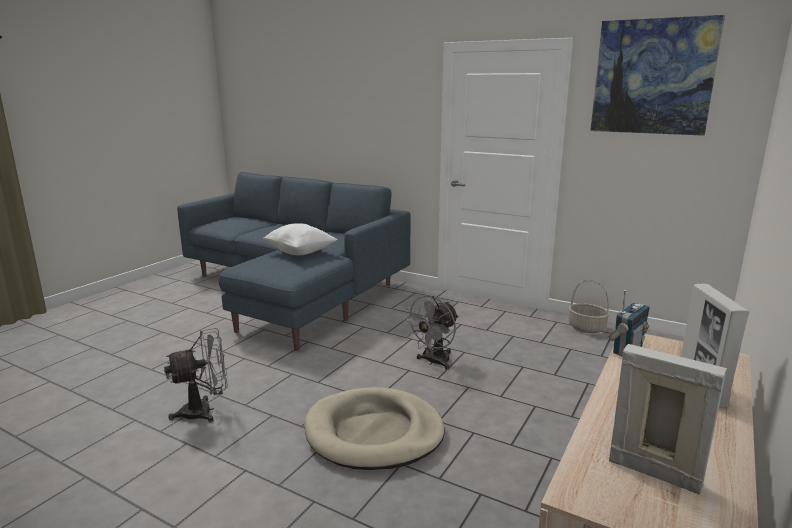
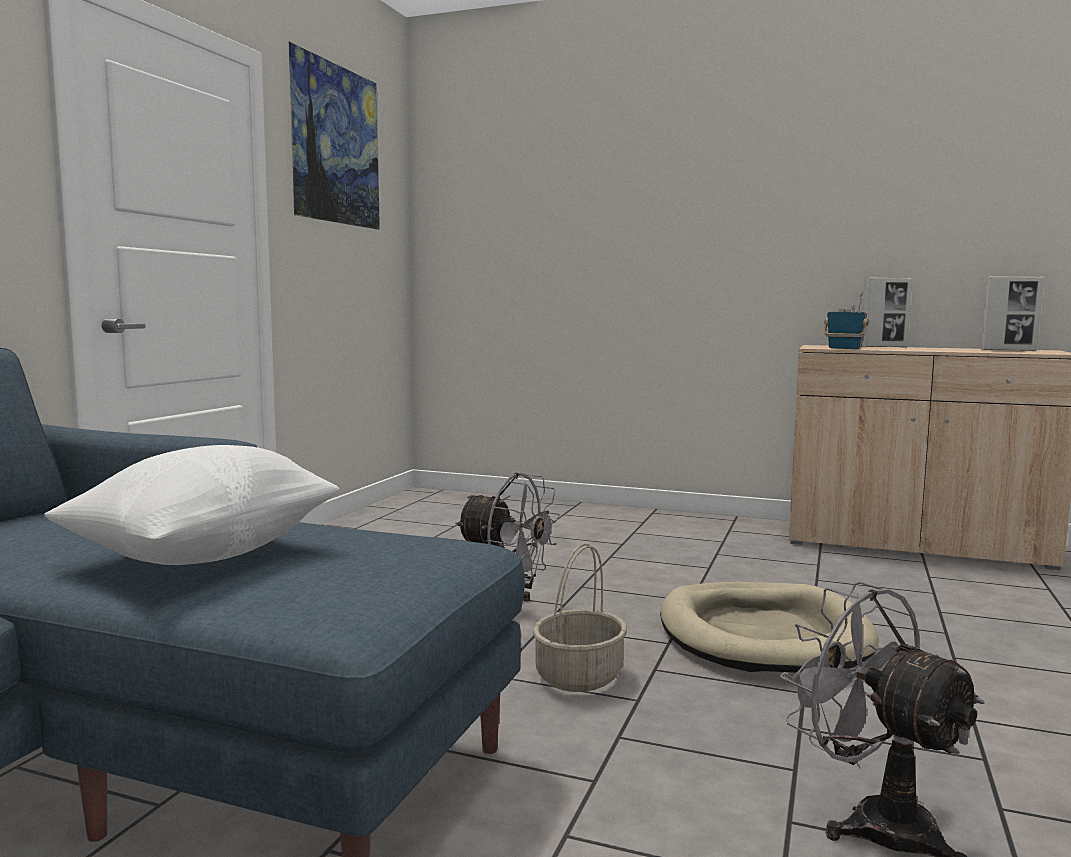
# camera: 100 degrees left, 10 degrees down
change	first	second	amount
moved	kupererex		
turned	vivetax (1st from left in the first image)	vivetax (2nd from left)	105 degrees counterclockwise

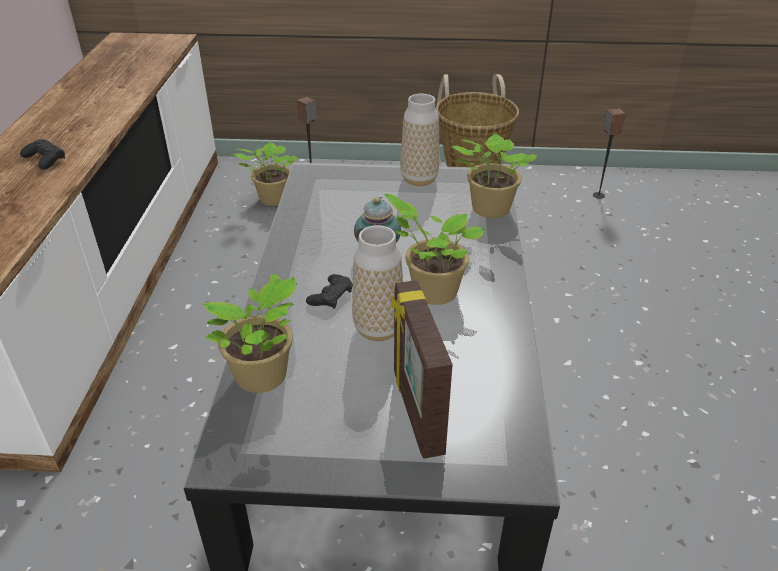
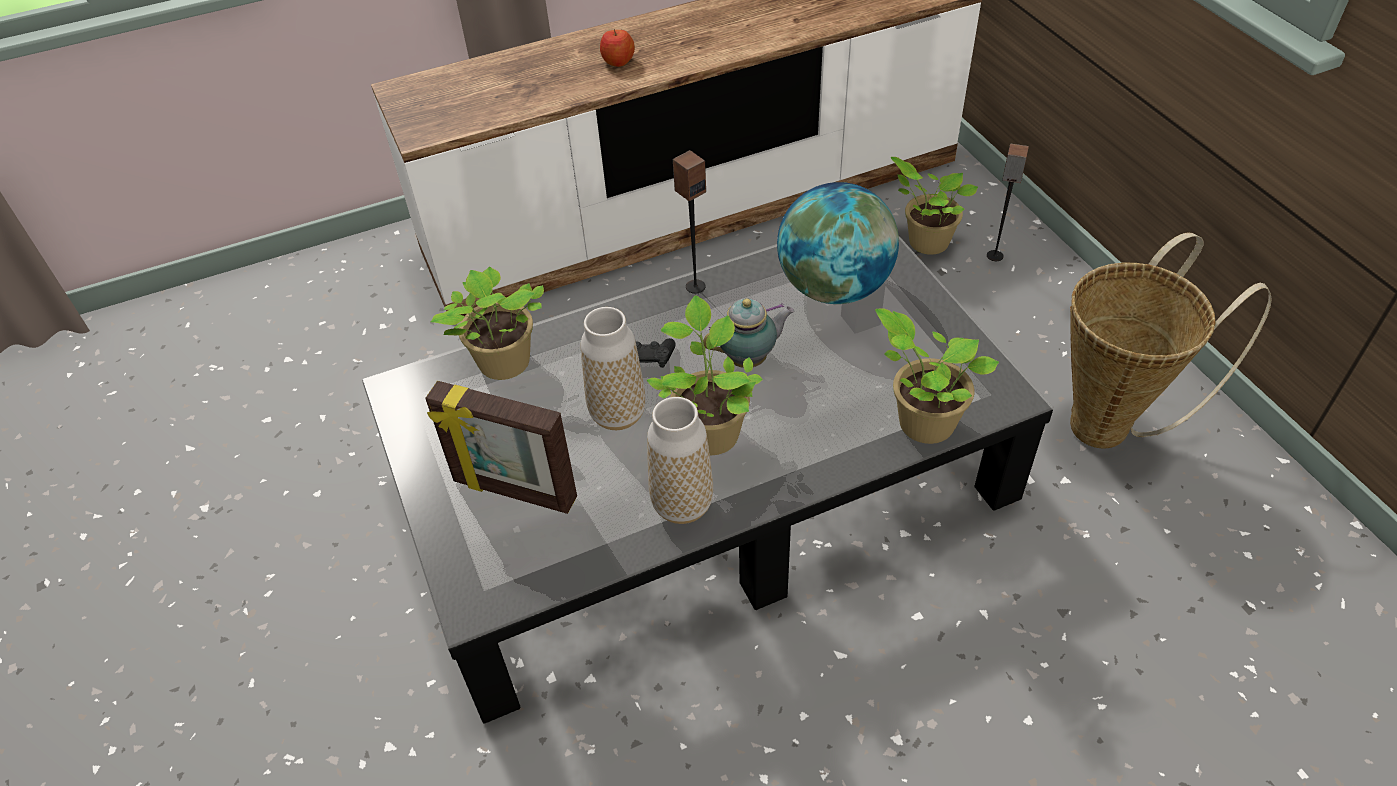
# camera: 65 degrees right, 10 degrees up
change	first	second	amount
replaced	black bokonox (1st from left)	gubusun	
turned	vivetax		120 degrees counterclockwise
moved	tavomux (2nd from left)		
moved	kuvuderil (2nd from left in the first image)	kuvuderil (1st from left)	
added		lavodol	

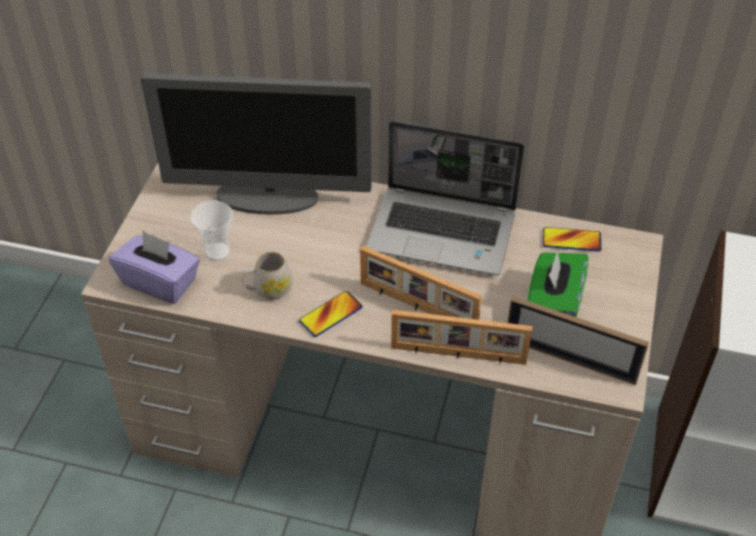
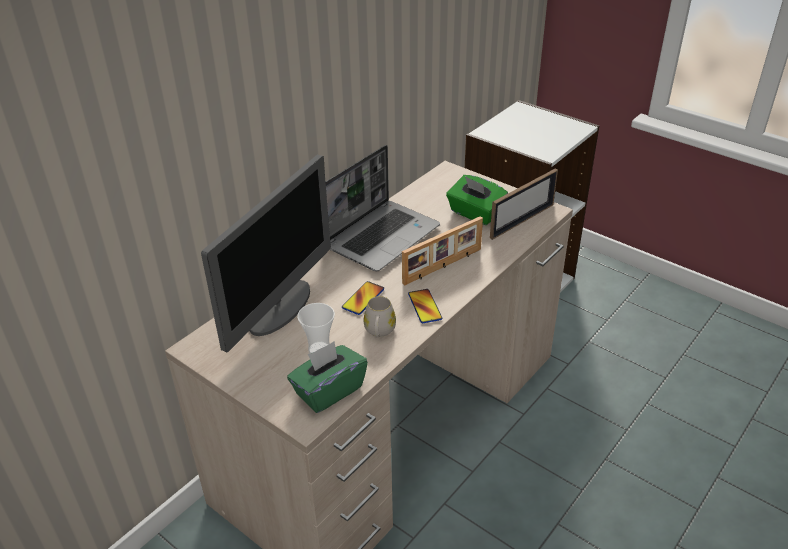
# camera: 65 degrees left, 10 degrees down
change	first	second	amount
recoloured	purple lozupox	green lozupox (1st from left)	
removed	vivetax (2nd from left)		
moved	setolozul (2nd from left in the first image)	setolozul (1st from left)	

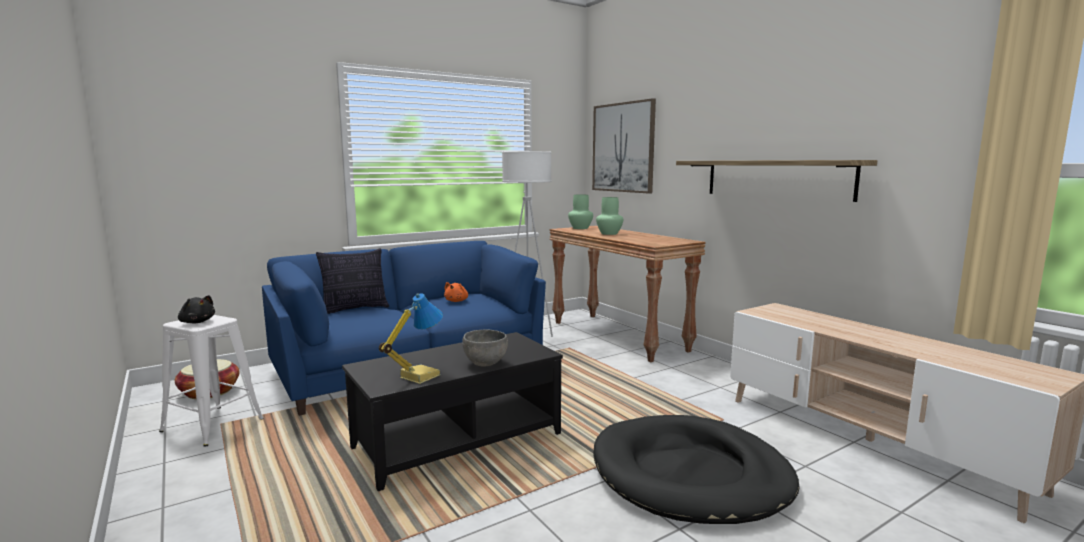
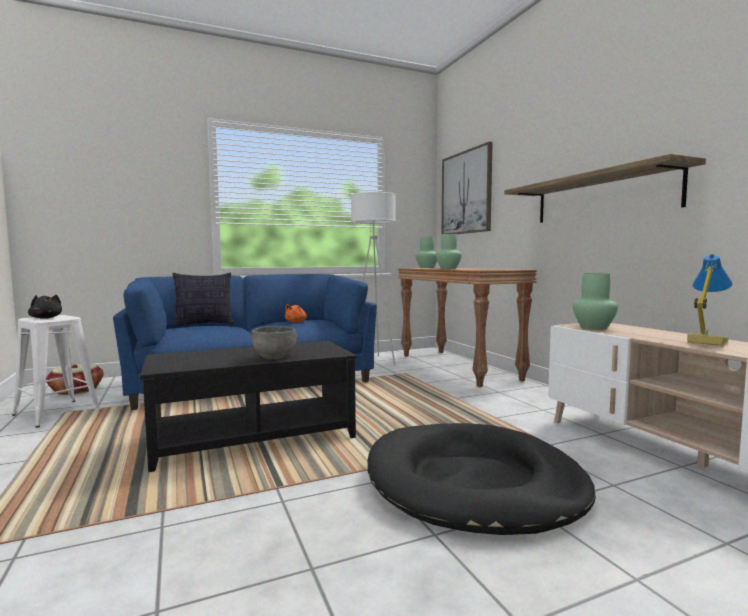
# camera: 10 degrees right, 5 degrees down
change	first	second	amount
moved	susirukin		
added		green tavomux (3rd from left)	

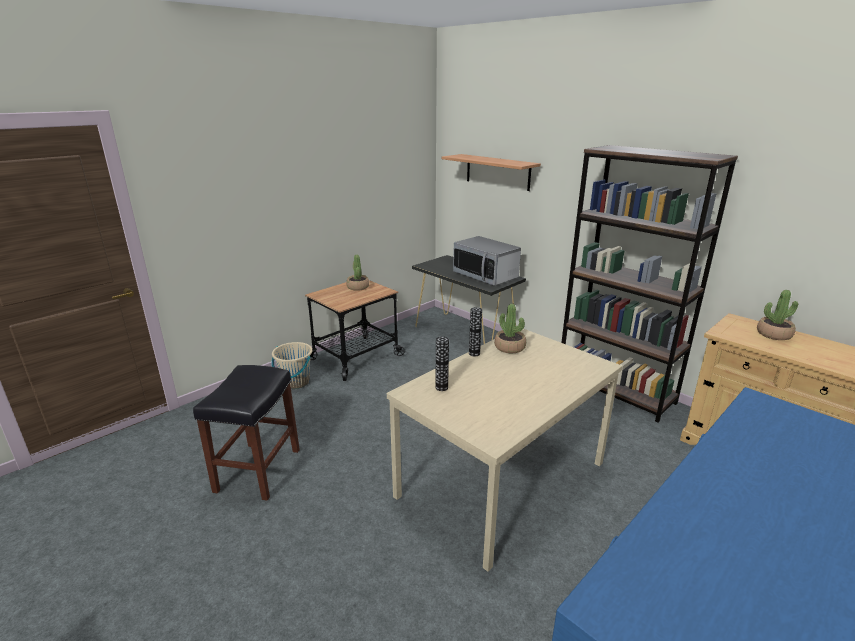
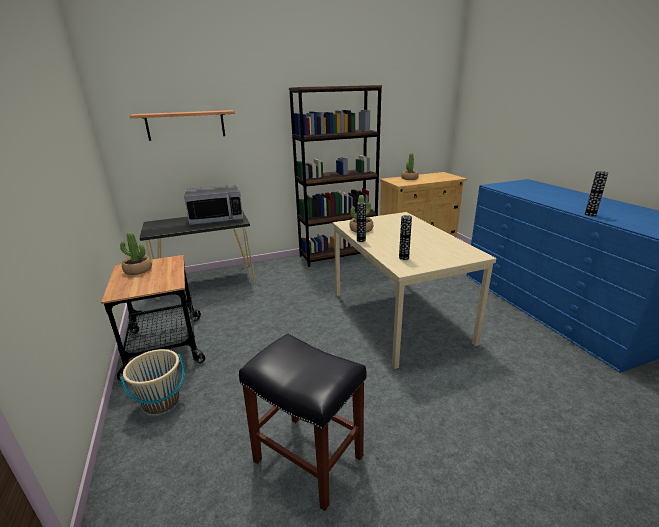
# camera: 65 degrees left, 0 degrees up
change	first	second	amount
added		tavomux (3rd from left)	

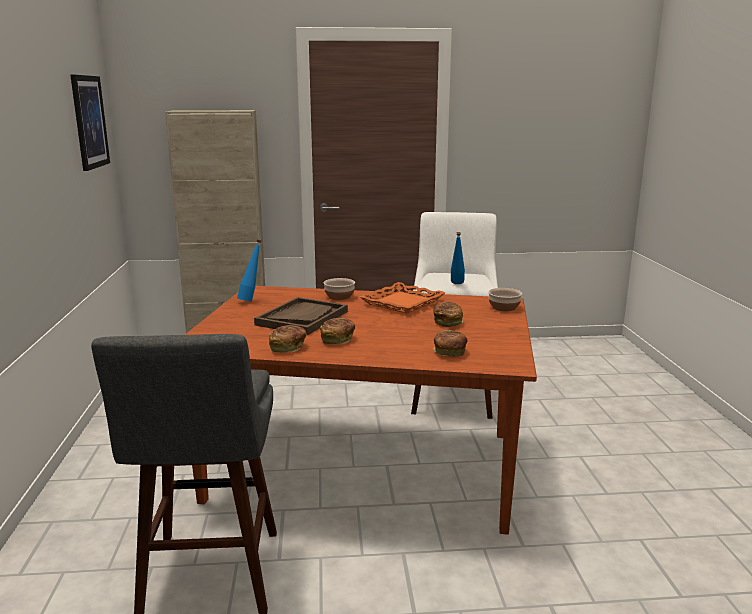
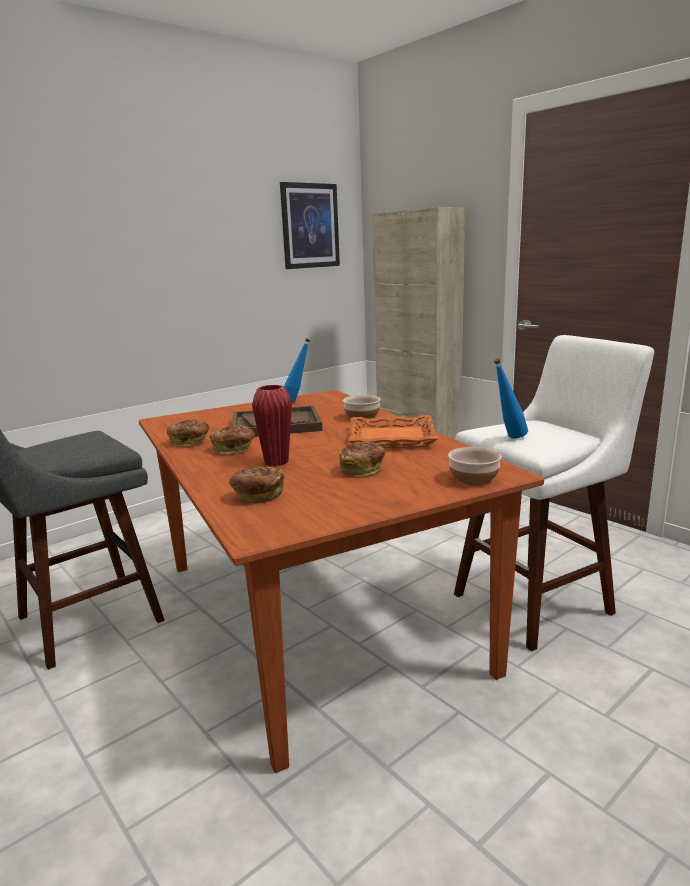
# camera: 55 degrees right, 0 degrees up
change	first	second	amount
added		red tavomux	

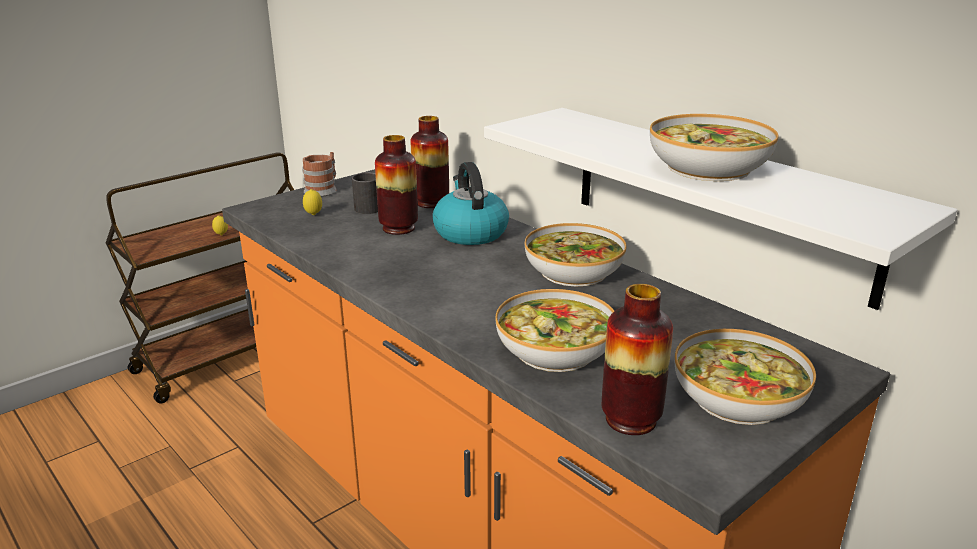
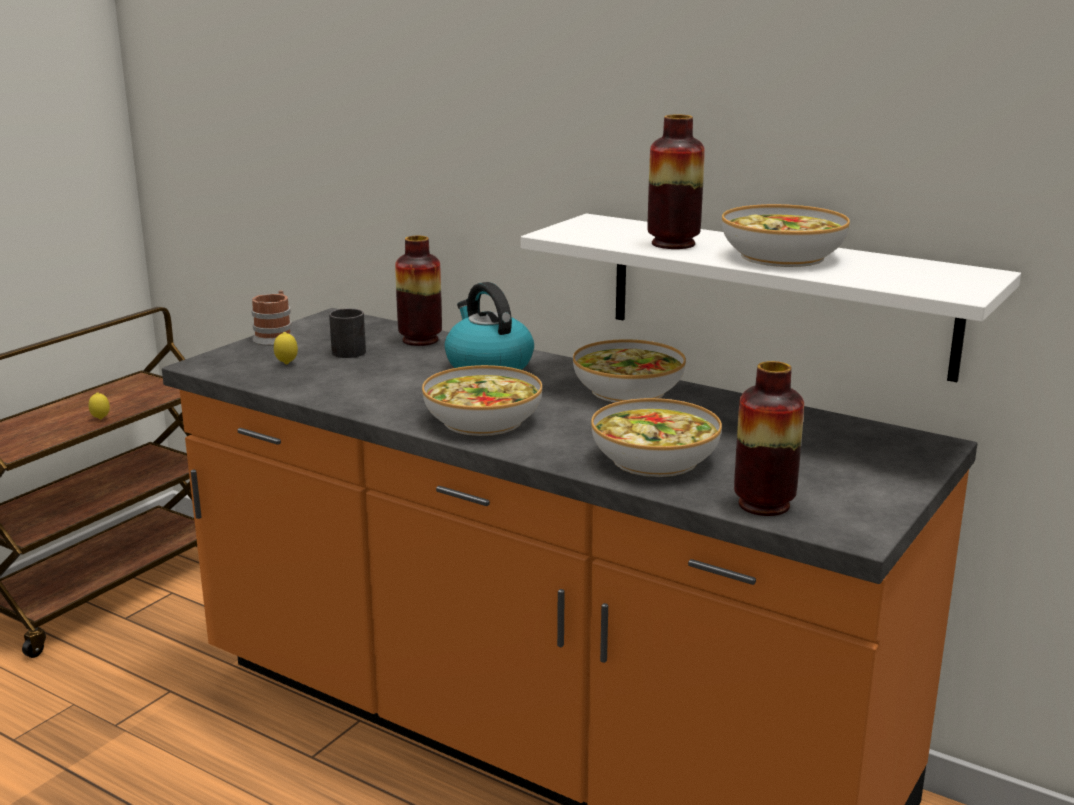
# camera: 15 degrees left, 5 degrees down
change	first	second	amount
moved	tavomux (1st from left in the first image)	tavomux (2nd from left)	
moved	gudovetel (4th from left in the first image)	gudovetel (1st from left)	

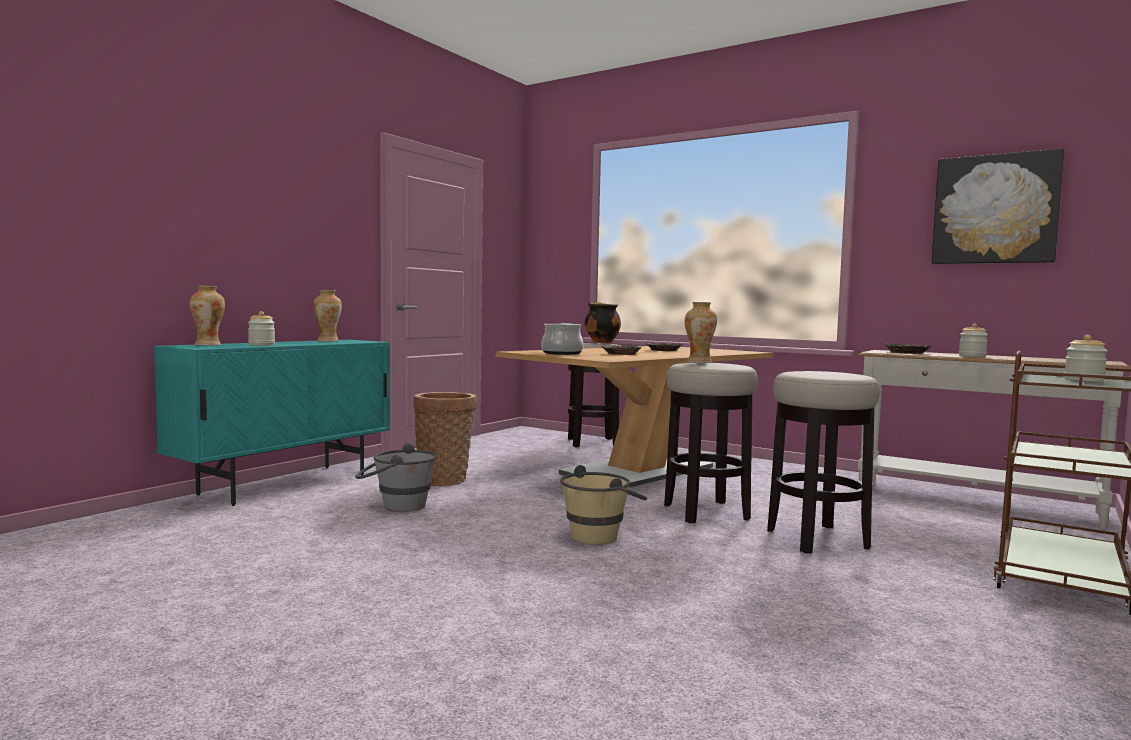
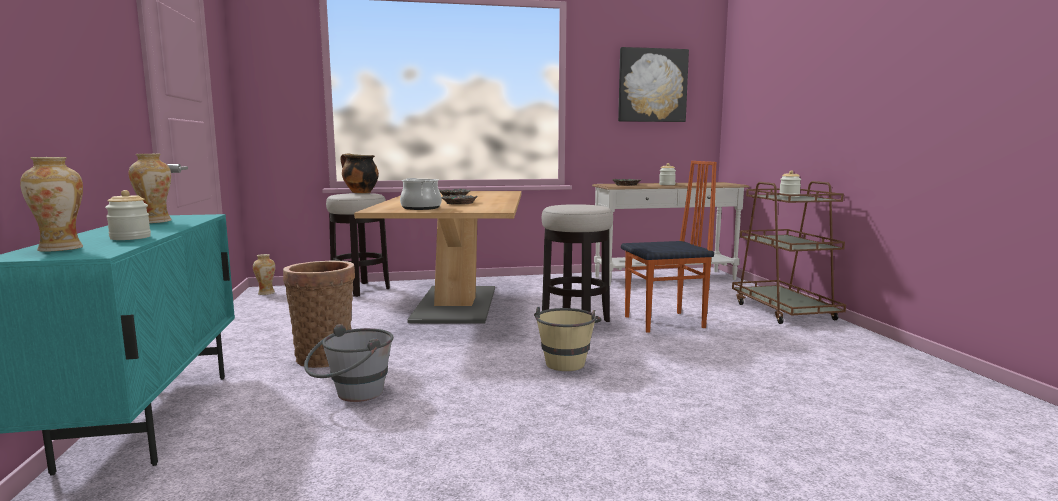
# camera: 45 degrees left, 5 degrees up
change	first	second	amount
moved	tavomux (3rd from left)		
replaced	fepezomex (3rd from left)	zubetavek	

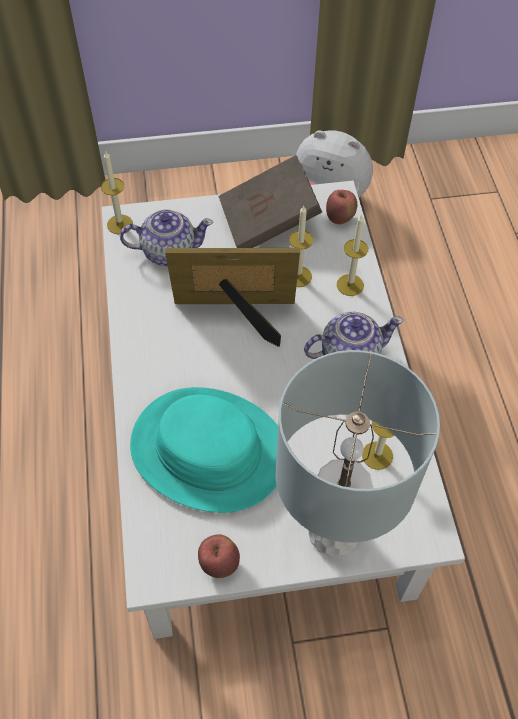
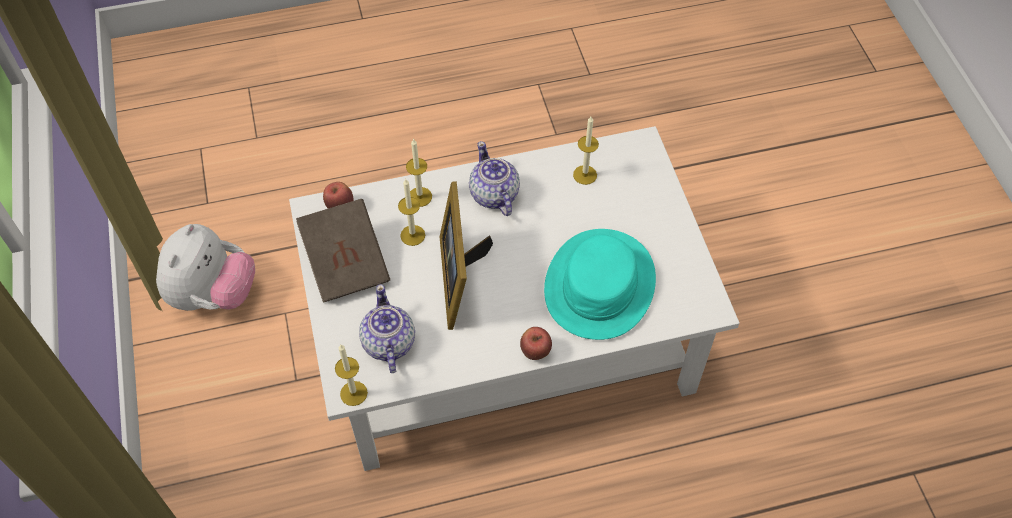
# camera: 95 degrees left, 0 degrees up
change	first	second	amount
moved	gubusun (1st from left in the first image)	gubusun (2nd from left)	
removed	grey susirukin		

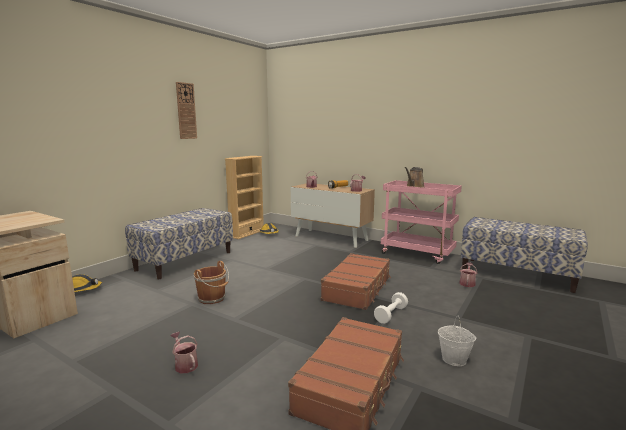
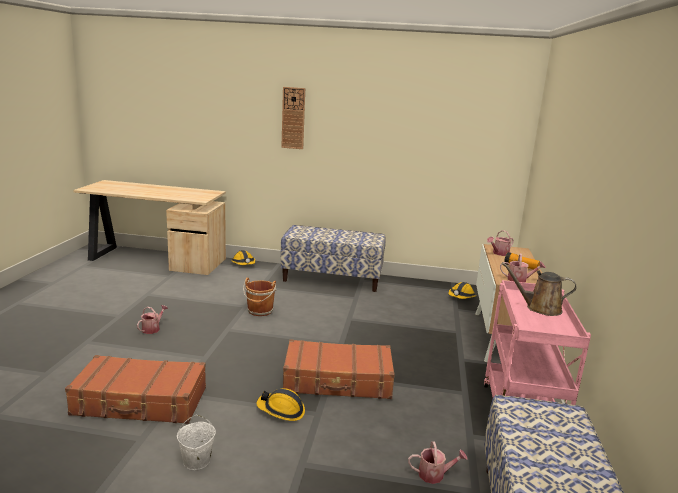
# camera: 65 degrees right, 5 degrees up
change	first	second	amount
moved	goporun		
removed	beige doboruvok		
replaced	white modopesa	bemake (2nd from left)	

